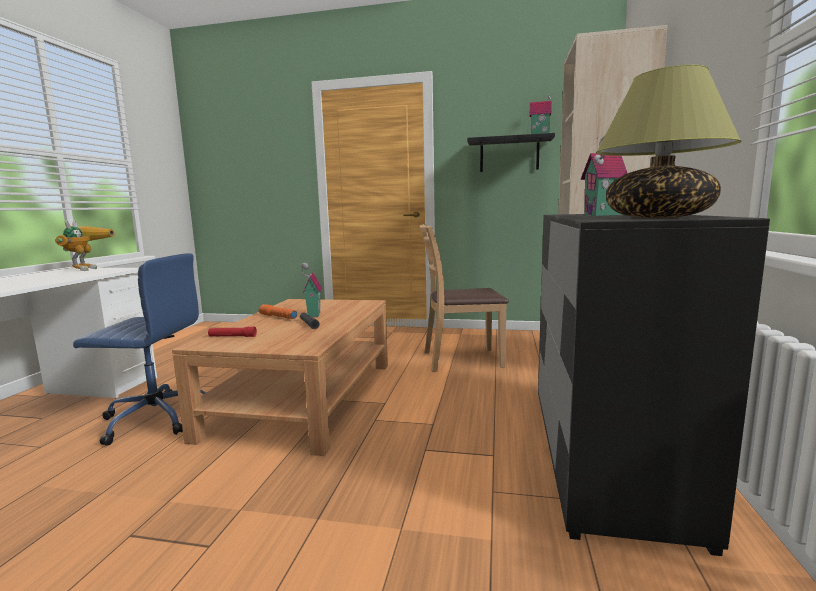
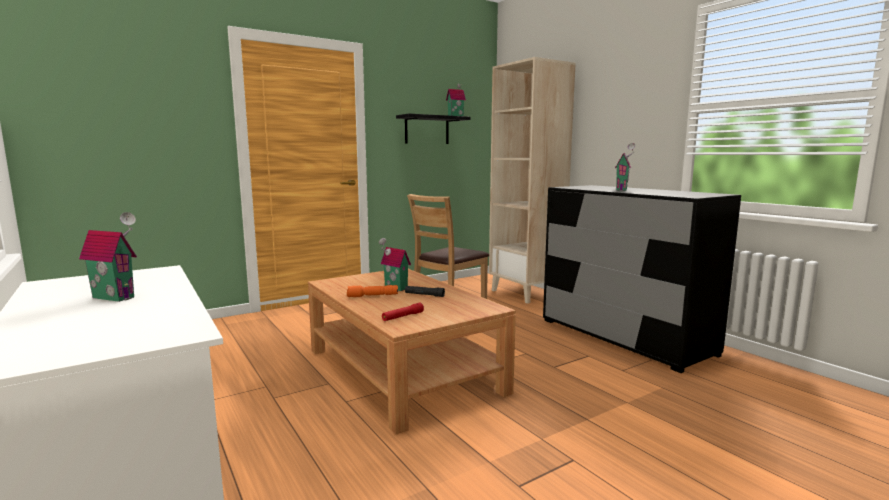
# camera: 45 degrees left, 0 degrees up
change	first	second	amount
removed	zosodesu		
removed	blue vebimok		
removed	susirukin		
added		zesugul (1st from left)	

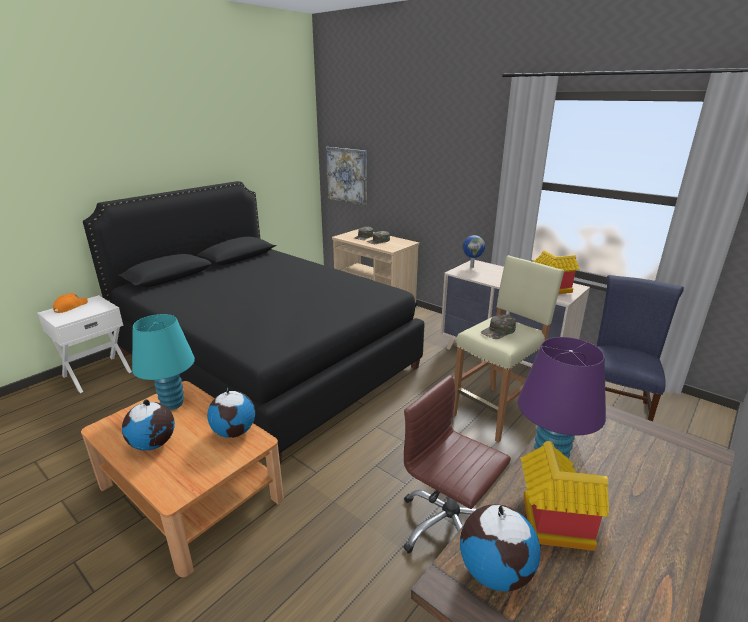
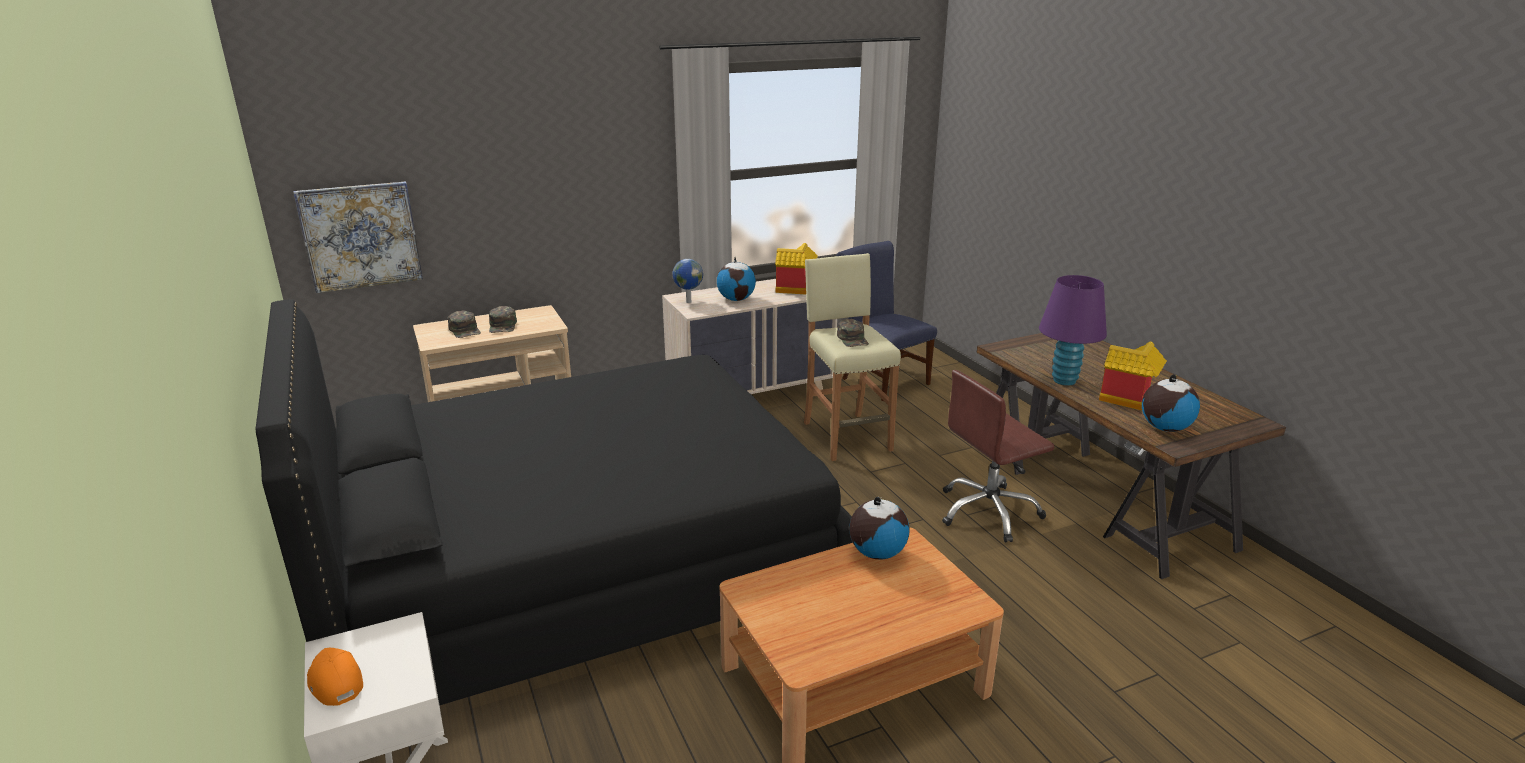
# camera: 65 degrees left, 0 degrees up
change	first	second	amount
moved	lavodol (1st from left in the first image)	lavodol (2nd from left)	
removed	turquoise susirukin		

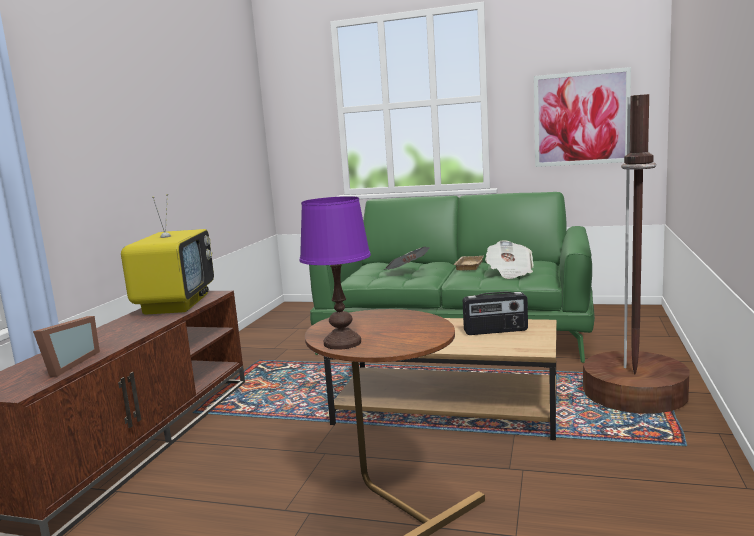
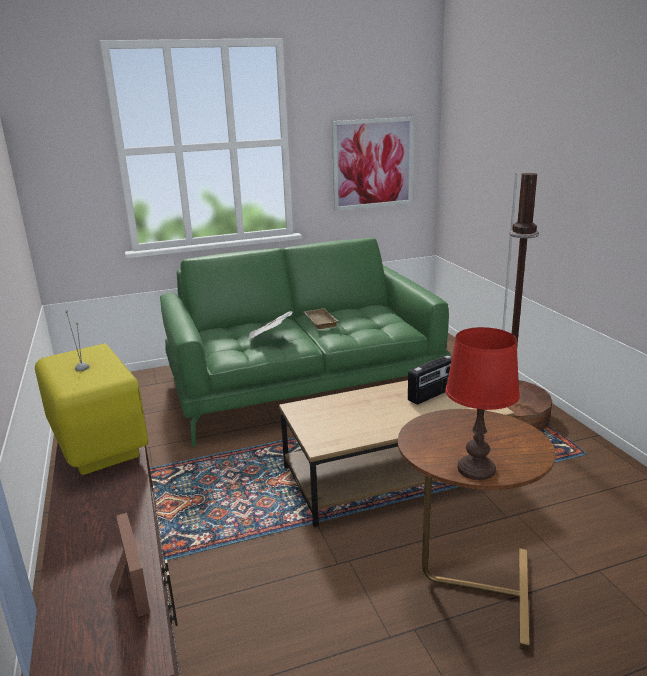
# camera: 35 degrees left, 10 degrees up
change	first	second	amount
recoloured	purple susirukin	red susirukin	
removed	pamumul (2nd from left)		

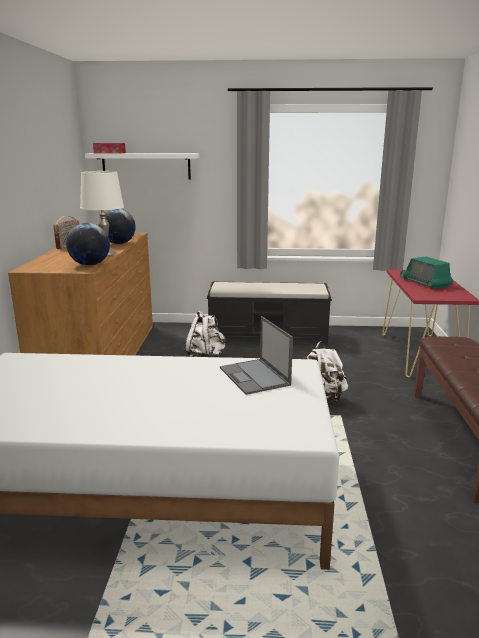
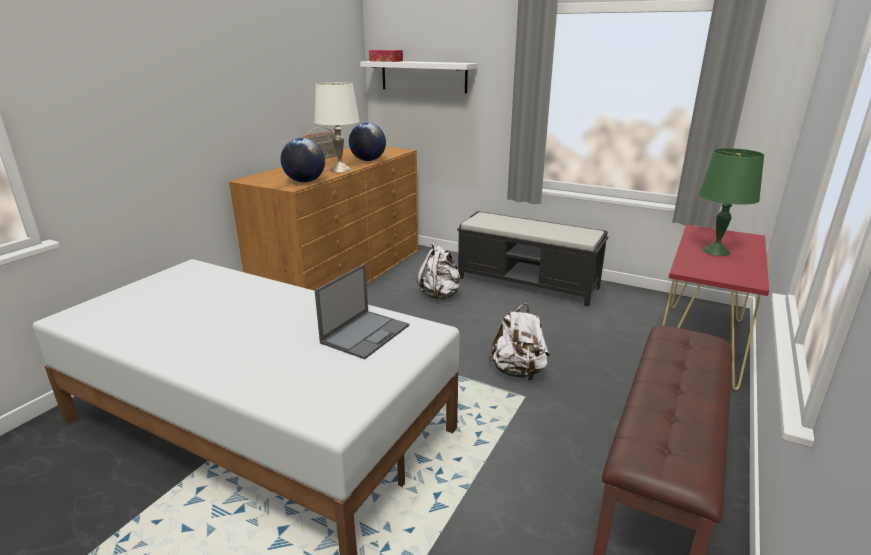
# camera: 25 degrees right, 5 degrees up
change	first	second	amount
turned	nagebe		150 degrees counterclockwise
replaced	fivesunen (2nd from left)	green susirukin	

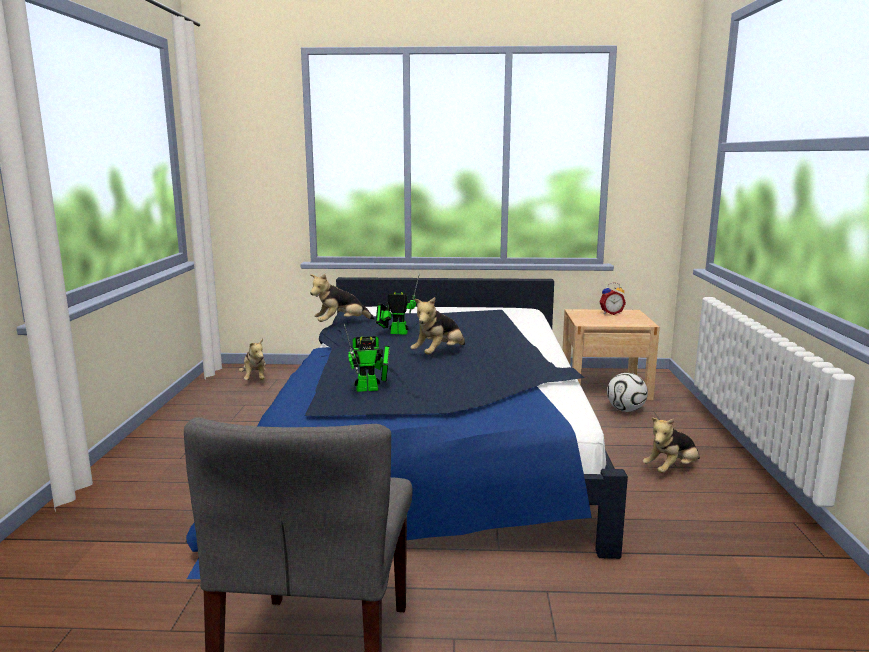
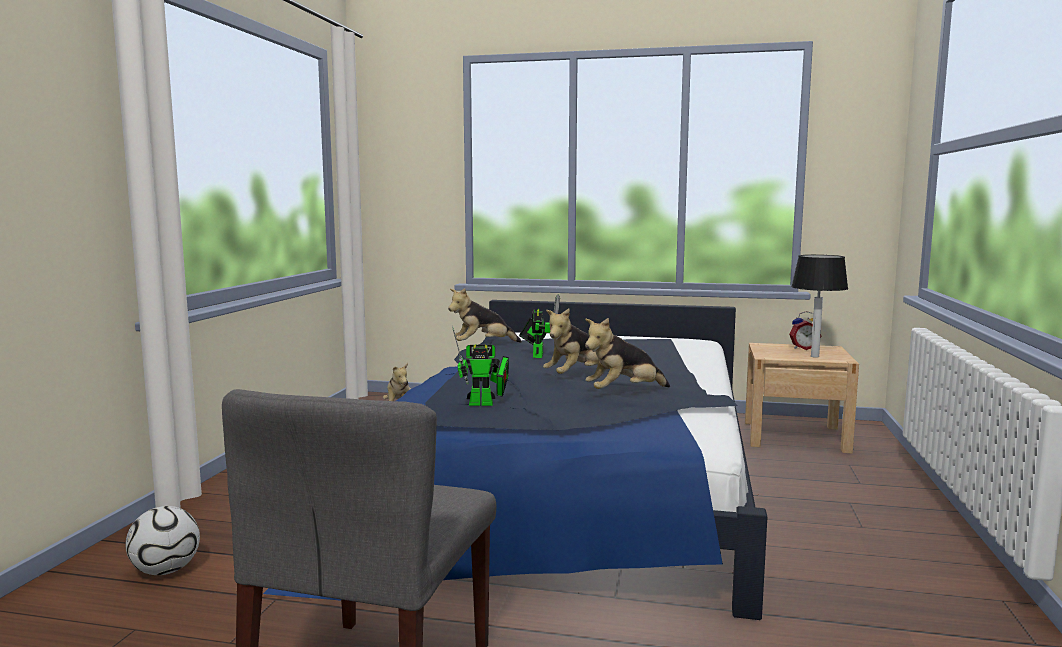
# camera: 10 degrees right, 5 degrees down
change	first	second	amount
turned	zosodesu (2nd from left)		75 degrees clockwise
moved	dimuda		
moved	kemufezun (4th from left)		
added		susirukin	

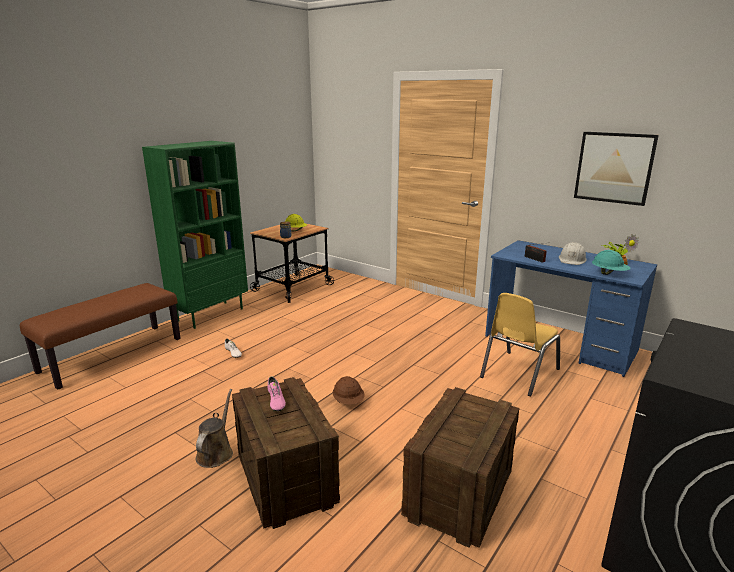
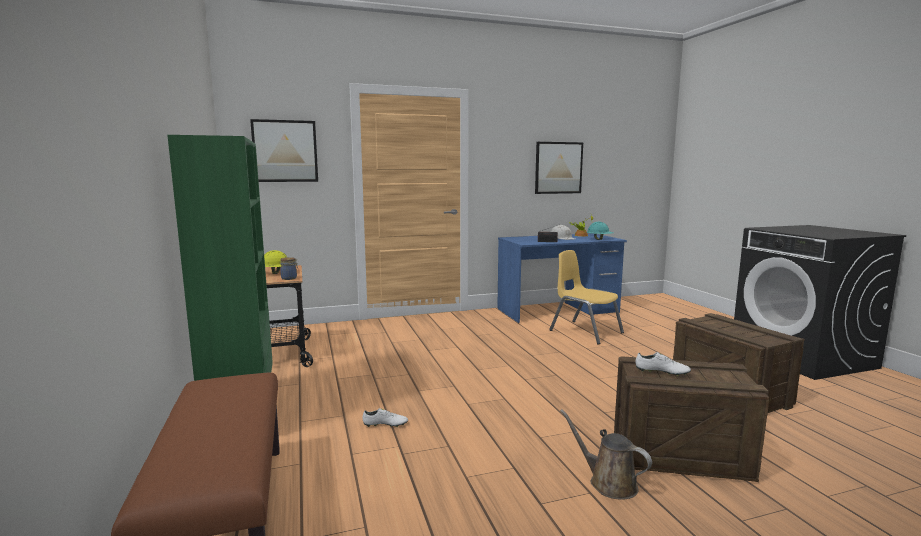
# camera: 55 degrees left, 10 degrees down
change	first	second	amount
recoloured	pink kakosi	white kakosi (2nd from left)	
removed	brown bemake		
turned	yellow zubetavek		150 degrees clockwise
added		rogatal (1st from left)	

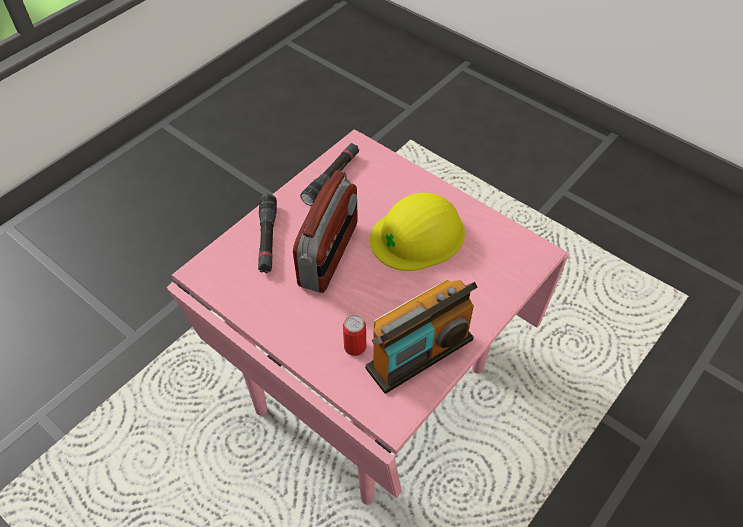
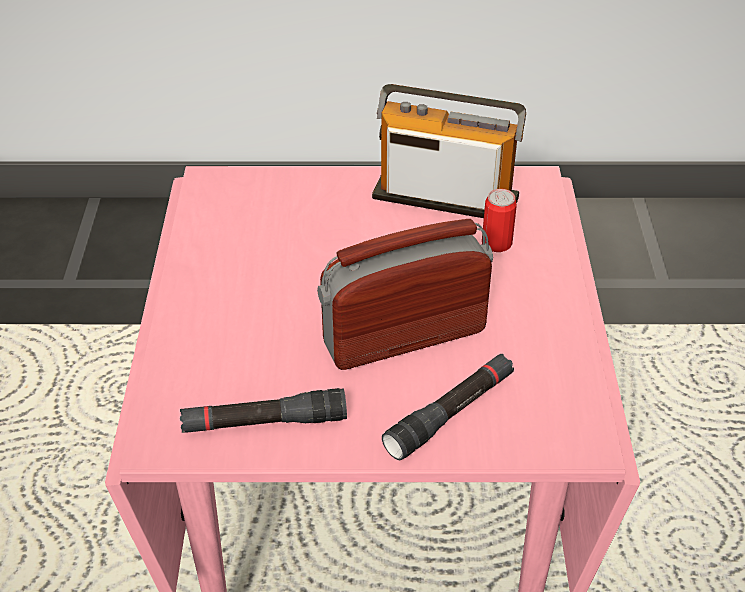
# camera: 130 degrees left, 10 degrees down
change	first	second	amount
removed	yellow bemake		

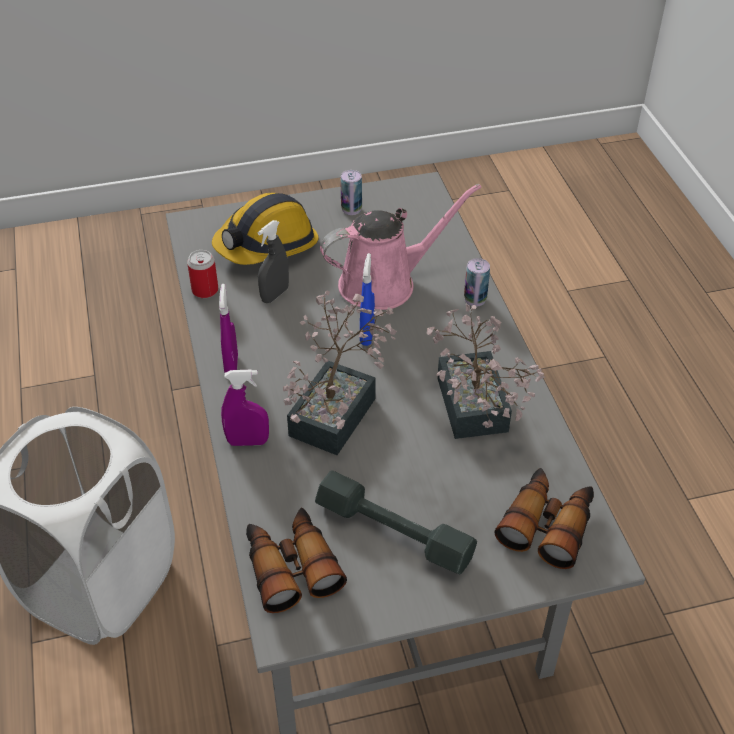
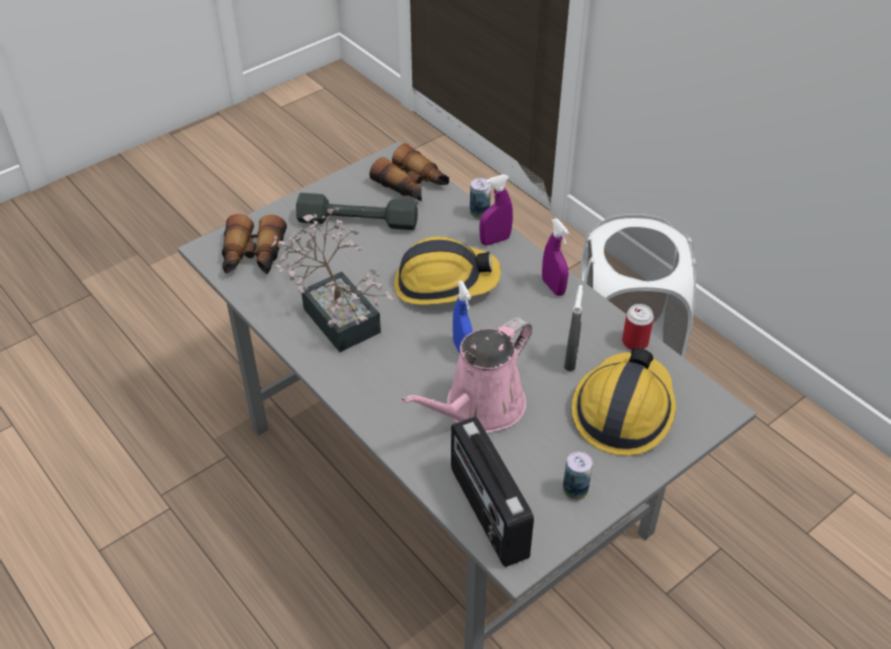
# camera: 155 degrees right, 0 degrees up
change	first	second	amount
replaced	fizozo (1st from left)	bemake (1st from left)	
moved	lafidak (3rd from left in the first image)	lafidak (1st from left)	
added		fivesunen	

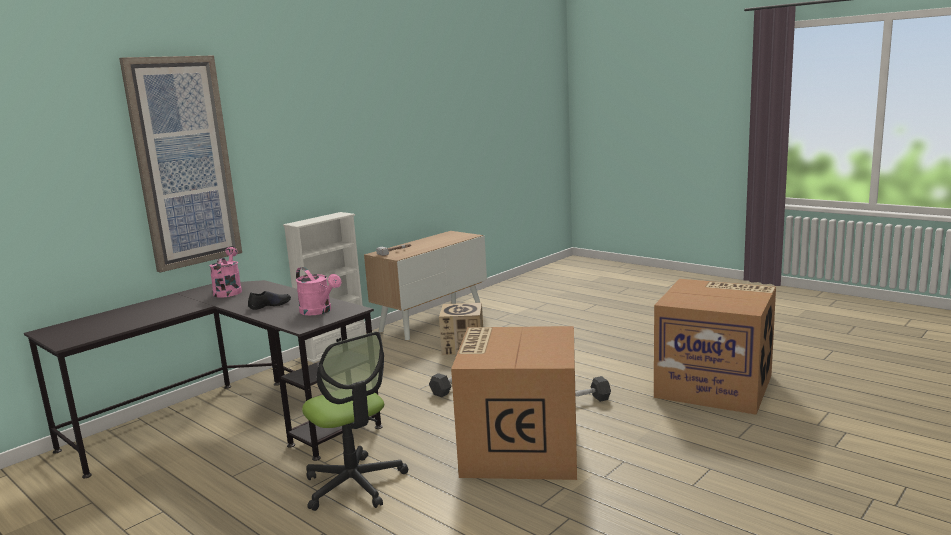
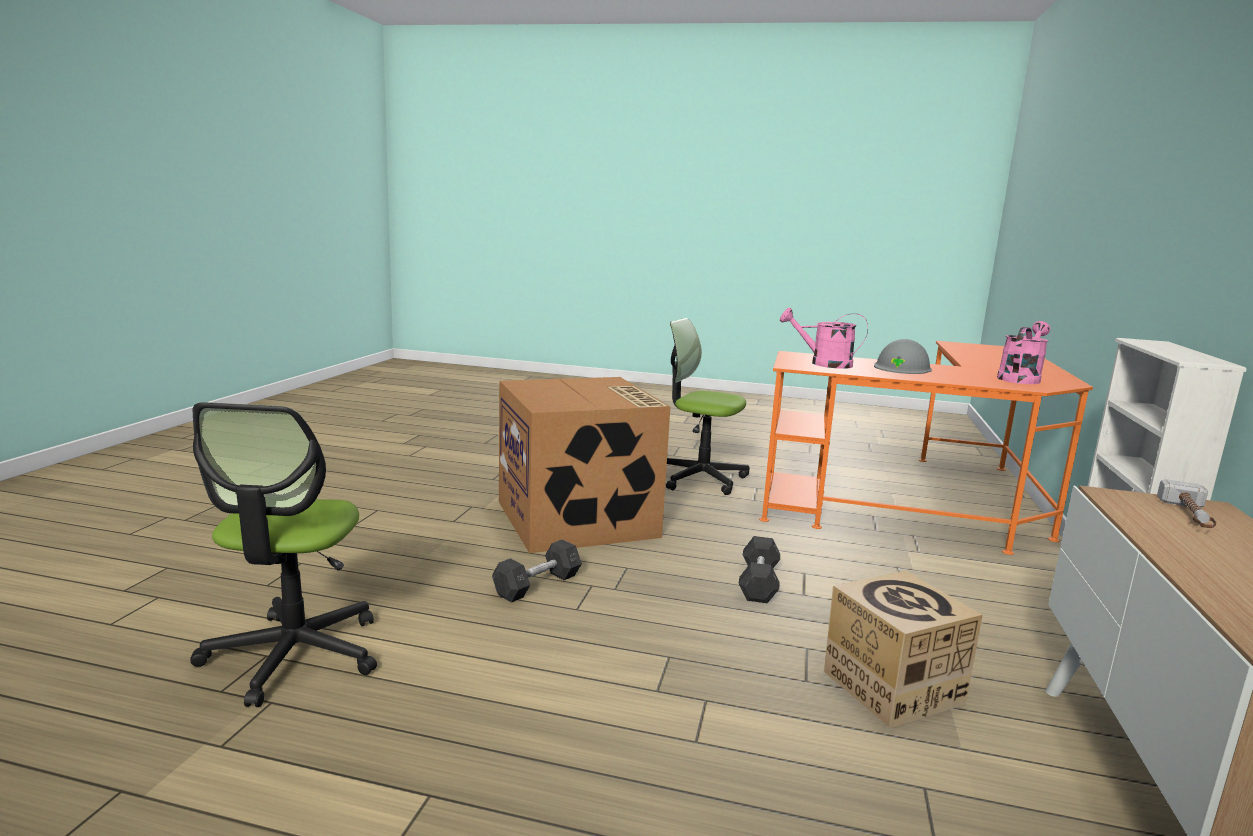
# camera: 150 degrees right, 0 degrees up
change	first	second	amount
recoloured	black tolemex	orange tolemex	
removed	rogatal		
turned	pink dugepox (1st from left in the first image)	pink dugepox (2nd from left)	105 degrees counterclockwise
replaced	black kakosi	grey bemake	
replaced	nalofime (3rd from left)	vebimok (1st from left)	

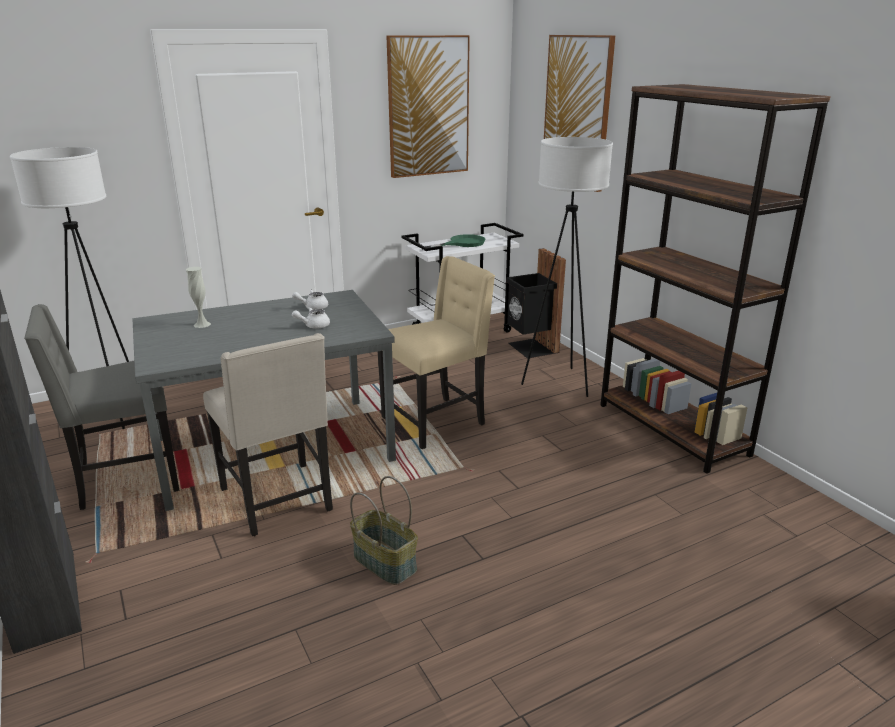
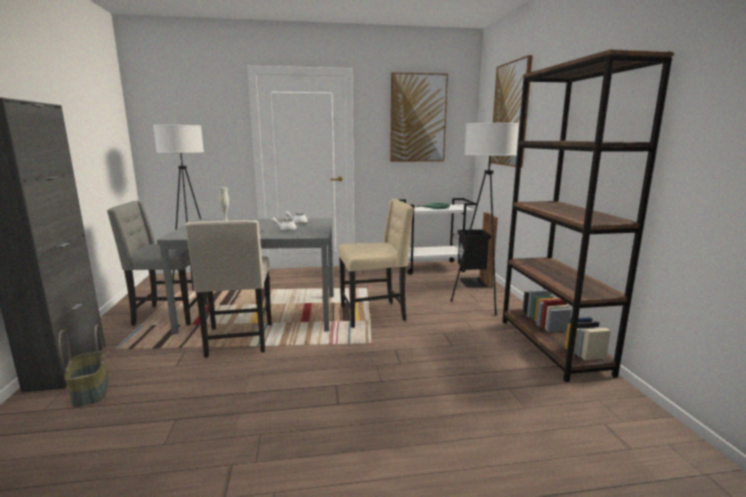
# camera: 20 degrees right, 10 degrees down
change	first	second	amount
moved	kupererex		

